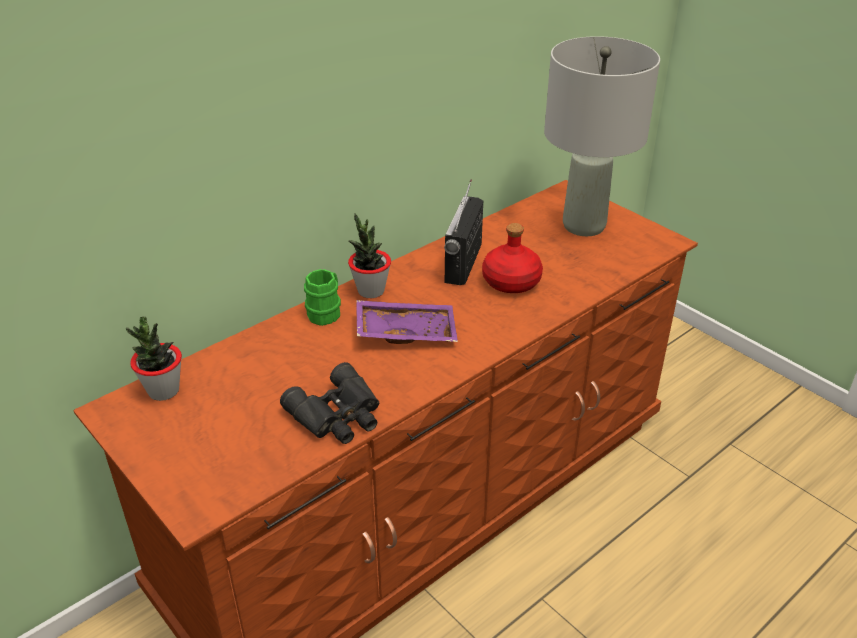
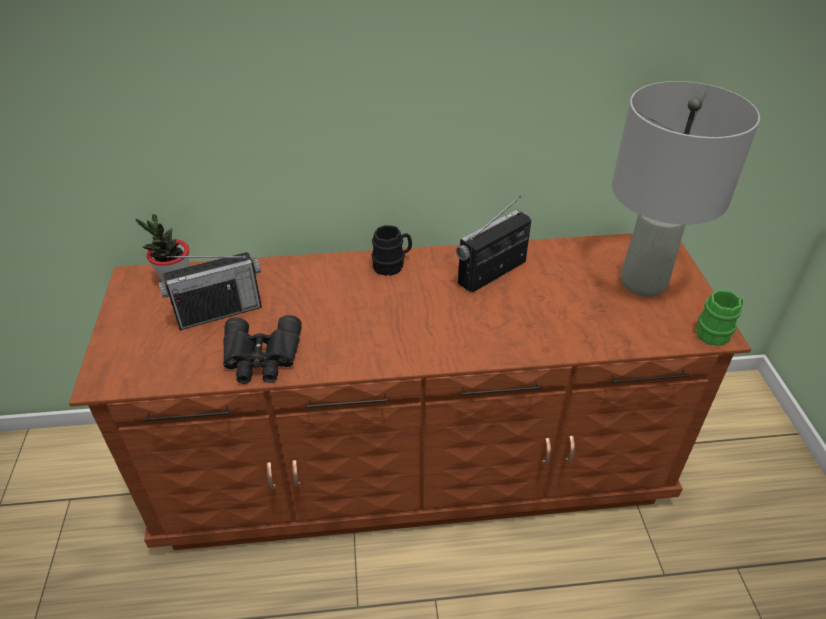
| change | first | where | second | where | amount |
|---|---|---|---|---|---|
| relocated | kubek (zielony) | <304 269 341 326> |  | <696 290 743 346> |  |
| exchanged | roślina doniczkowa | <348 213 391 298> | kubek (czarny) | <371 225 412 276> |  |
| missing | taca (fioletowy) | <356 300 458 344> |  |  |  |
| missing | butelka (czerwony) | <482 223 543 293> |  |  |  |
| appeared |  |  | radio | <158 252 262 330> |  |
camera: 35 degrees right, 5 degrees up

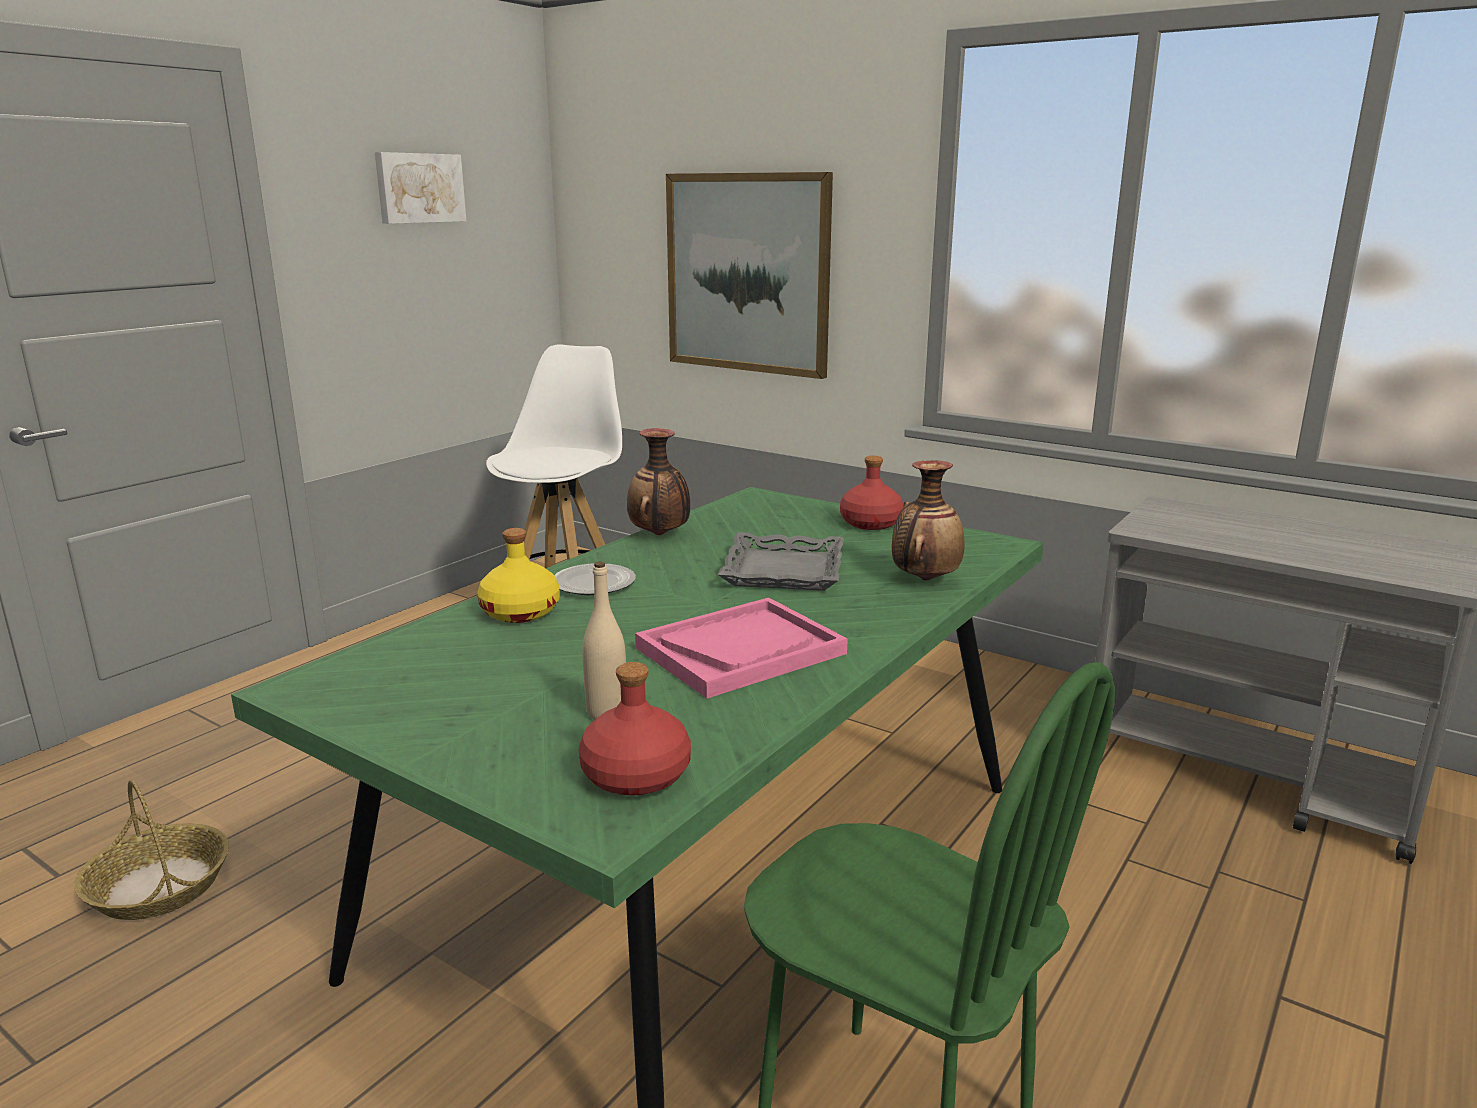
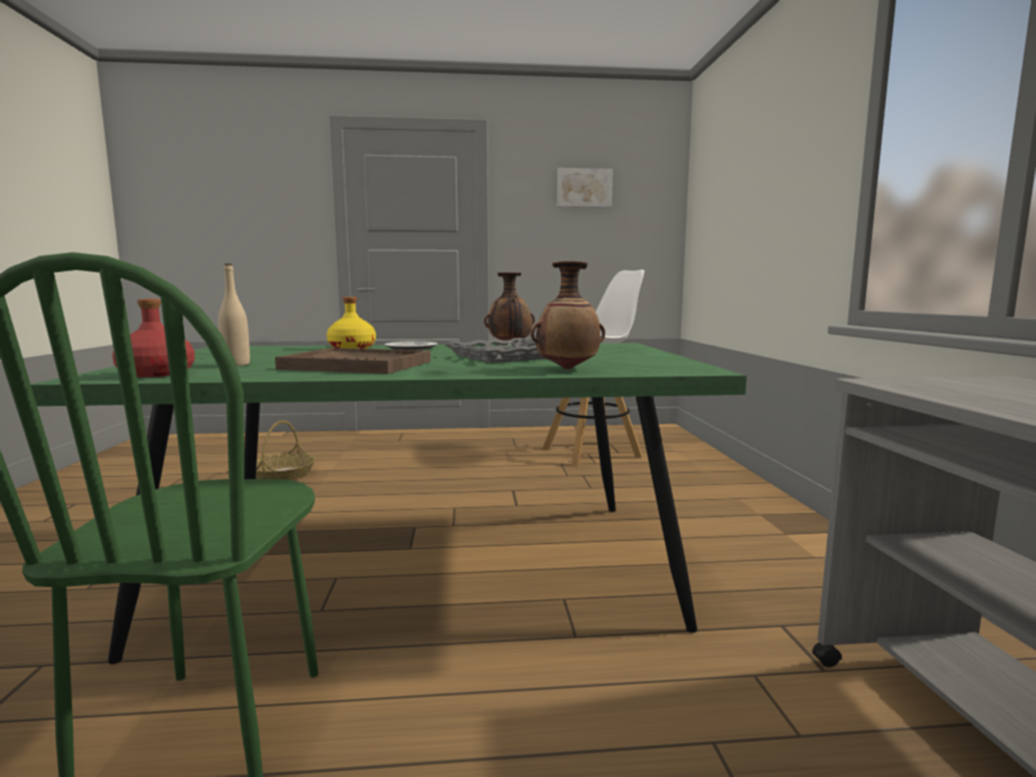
| change | first | where | second | where | amount |
|---|---|---|---|---|---|
| colour | taca (różowy) | <635 598 848 698> | taca (brązowy) | <275 348 431 374> |  |
| missing | obraz | <666 172 833 379> |  |  |  |
| missing | butelka (czerwony) | <840 456 904 530> |  |  |  |
camera: 50 degrees right, 10 degrees down

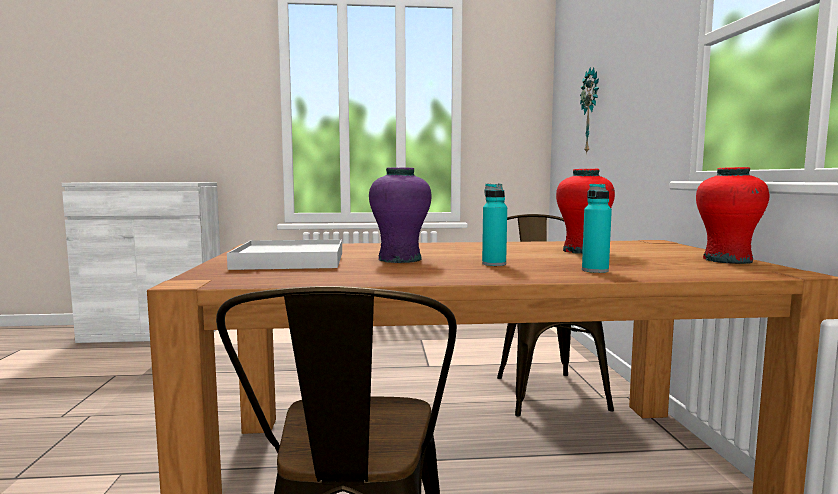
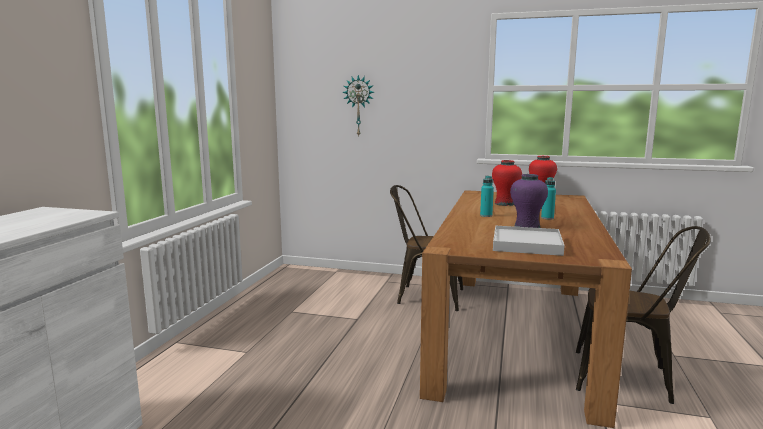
| change | first | where | second | where | amount |
|---|---|---|---|---|---|
| relocated | butelka (turkusowy) | <582 184 612 273> |  | <480 176 494 217> |  |
camera: 70 degrees left, 5 degrees up

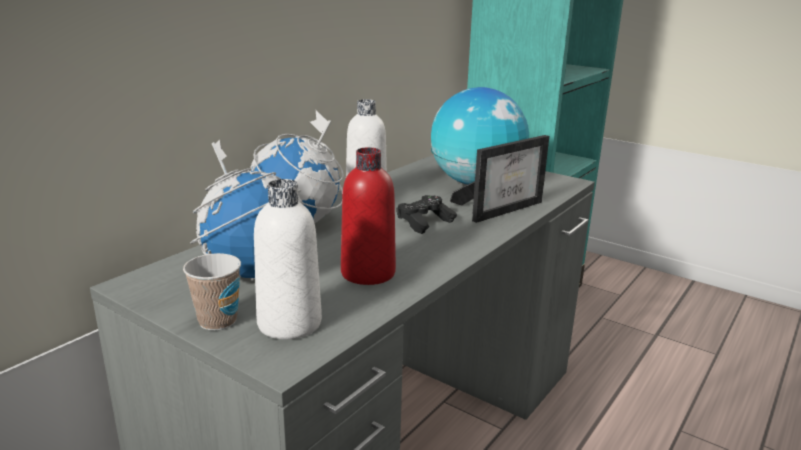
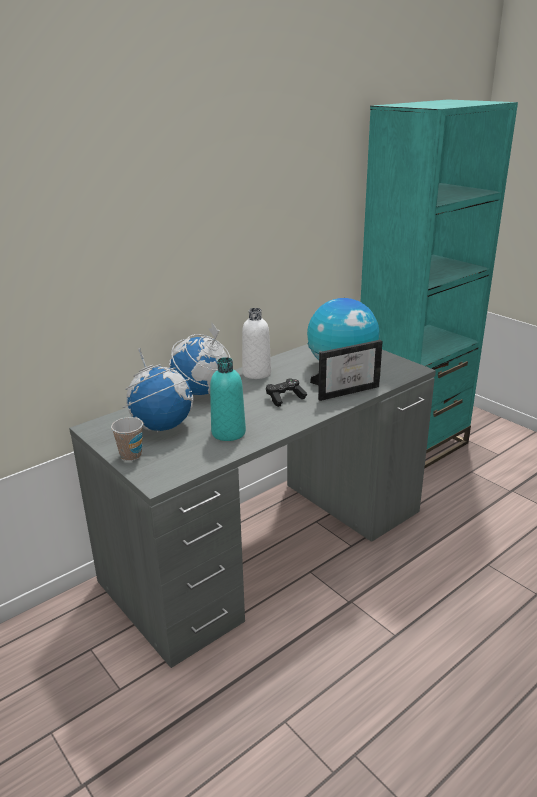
| change | first | where | second | where | amount |
|---|---|---|---|---|---|
| missing | butelka (biały) | <254 179 322 339> |  |  |  |
| colour | butelka (czerwony) | <341 147 396 285> | butelka (turkusowy) | <210 357 246 441> |  |
camera: 15 degrees right, 5 degrees up

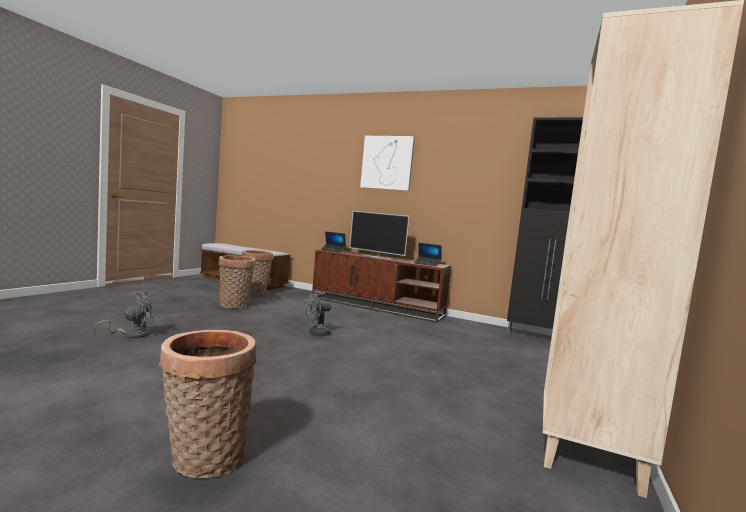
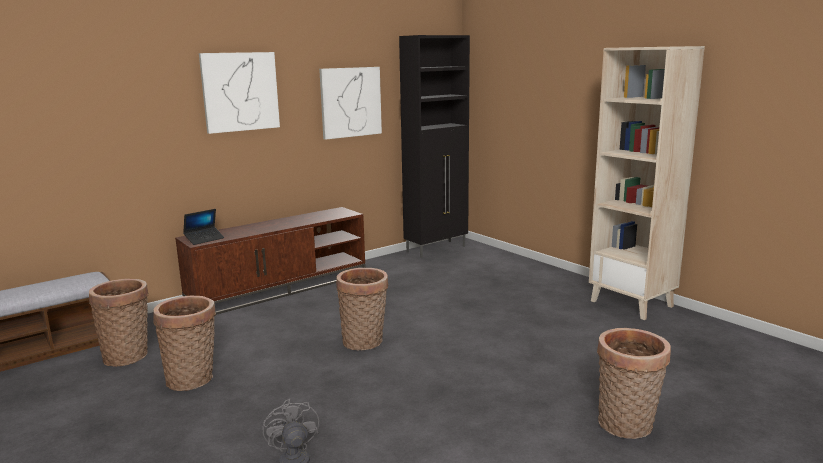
| change | first | where | second | where | amount |
|---|---|---|---|---|---|
| exchanged | wentylator (szary) | <304 294 331 336> | koszyk | <336 268 388 350> |  |
| missing | telewizor | <350 211 409 259> |  |  |  |
| missing | laptop | <414 243 442 267> |  |  |  |
| appeared |  |  | obraz | <319 67 382 140> |  |
camera: 60 degrees left, 10 degrees up

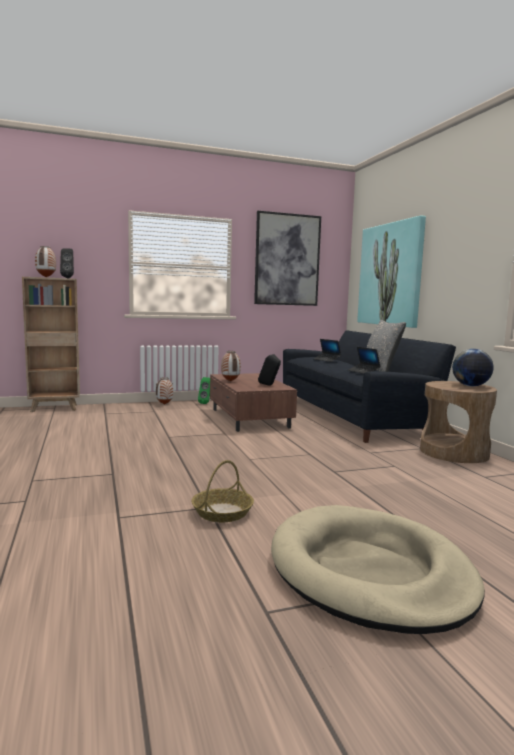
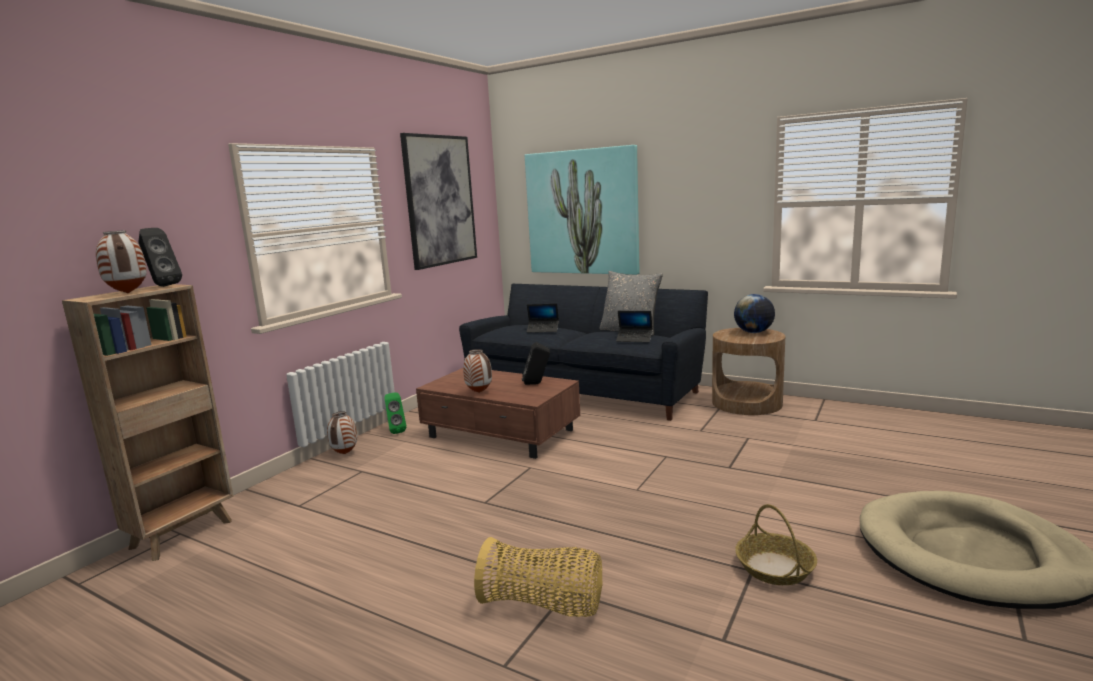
| change | first | where | second | where | amount |
|---|---|---|---|---|---|
| appeared |  |  | koszyk | <474 537 602 617> |  |
camera: 40 degrees left, 5 degrees up

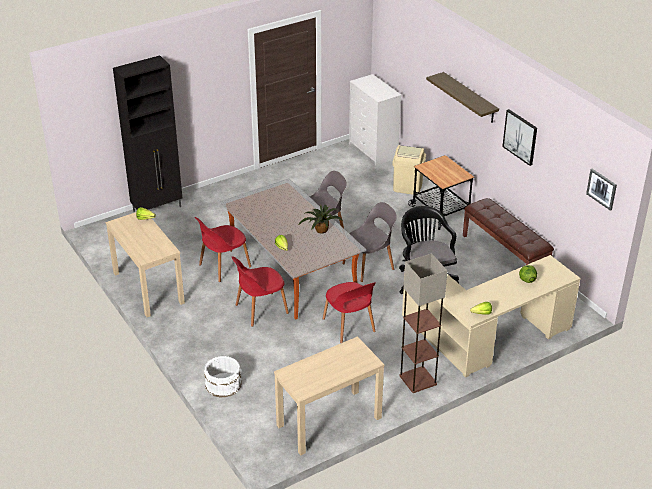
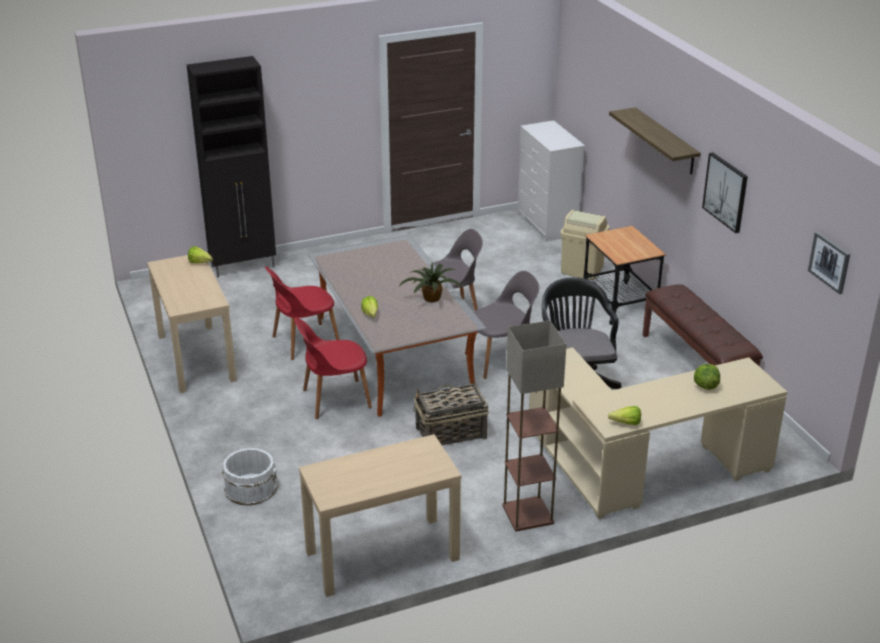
| change | first | where | second | where | amount |
|---|---|---|---|---|---|
| exchanged | krzesło (czerwony) | <323 282 376 343> | koszyk | <414 380 489 445> |  |
camera: 10 degrees right, 5 degrees down

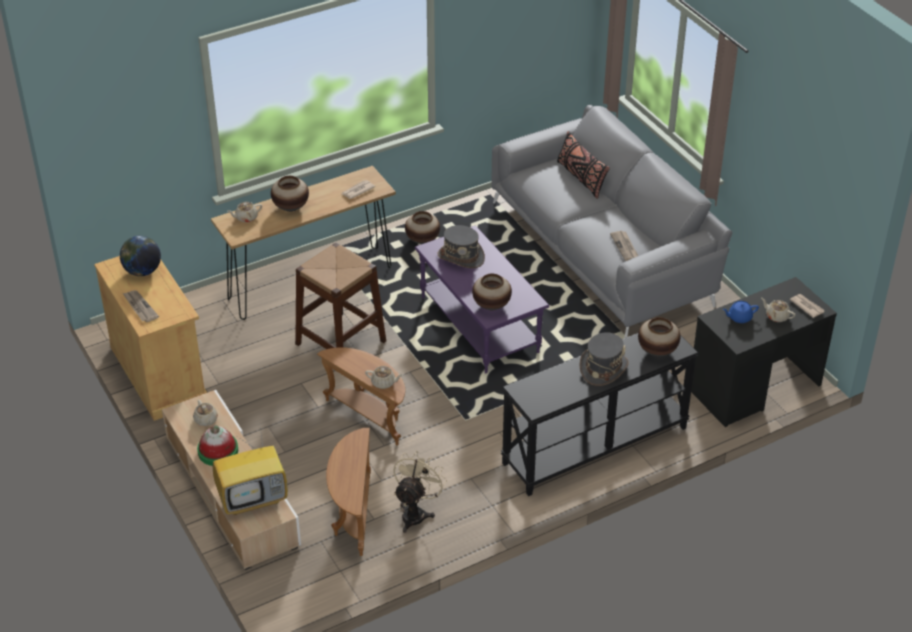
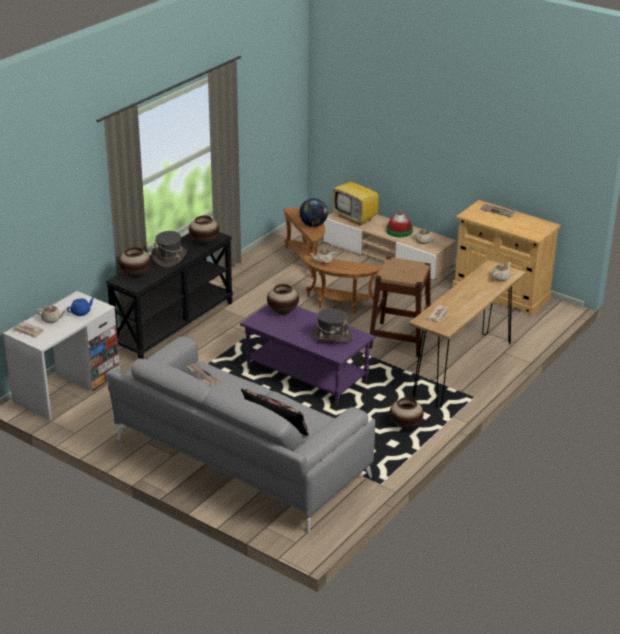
| change | first | where | second | where | amount |
|---|---|---|---|---|---|
| relocated | globus | <120 236 161 276> |  | <299 198 328 227> |  |
| spun | telewizor | <213 428 288 515> |  | <333 177 379 226> | 90 degrees counterclockwise |
| relocated | wazon | <271 176 309 212> |  | <189 216 219 245> |  |
| missing | wentylator (beżowy) | <393 451 447 533> |  |  |  |
| colour | biurko (czarny) | <691 277 837 427> | biurko (biały) | <3 291 120 421> |  |
camera: 155 degrees right, 10 degrees down

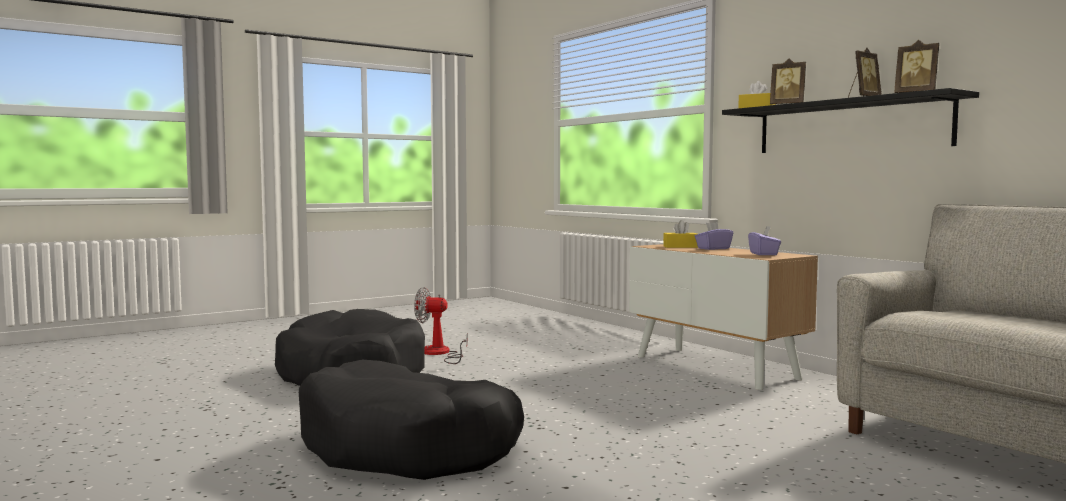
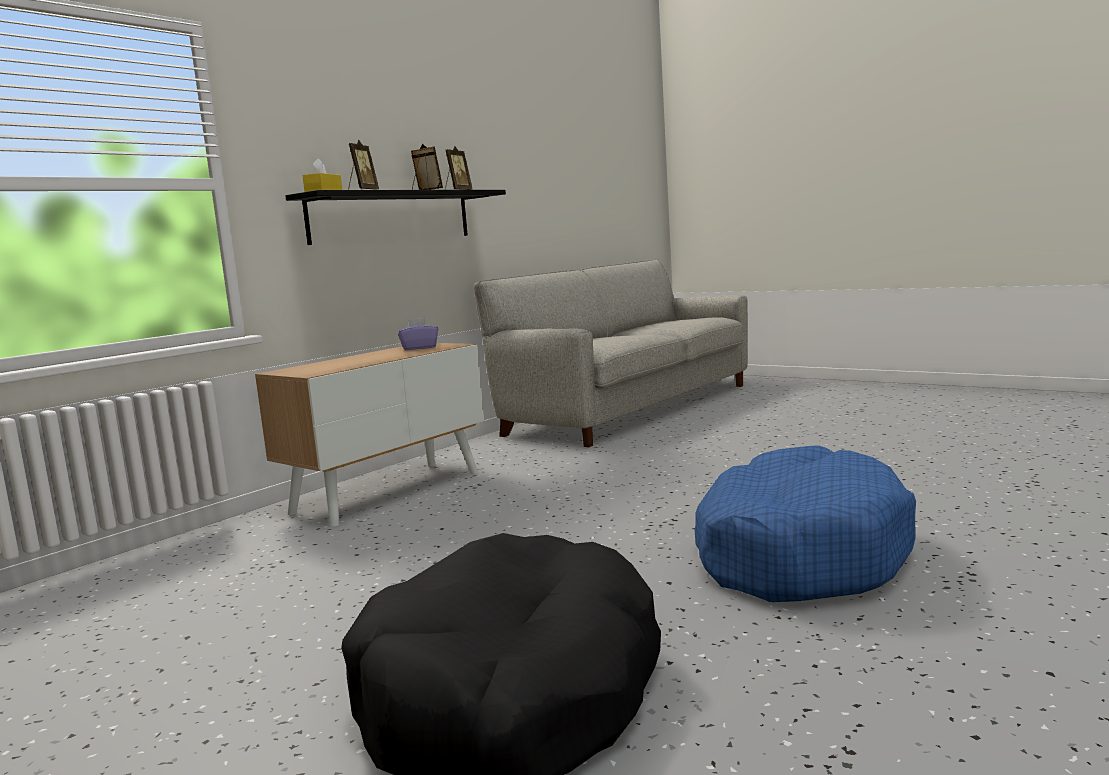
| change | first | where | second | where | amount |
|---|---|---|---|---|---|
| colour | legowisko (czarny) | <299 360 524 480> | legowisko (niebieski) | <694 445 916 602> |  |
| missing | wentylator | <414 287 468 364> |  |  |  |
| missing | pudełko chusteczek (żółty) | <663 220 698 248> |  |  |  |
| missing | pudełko chusteczek (fioletowy) | <695 222 733 250> |  |  |  |
camera: 105 degrees left, 5 degrees up

